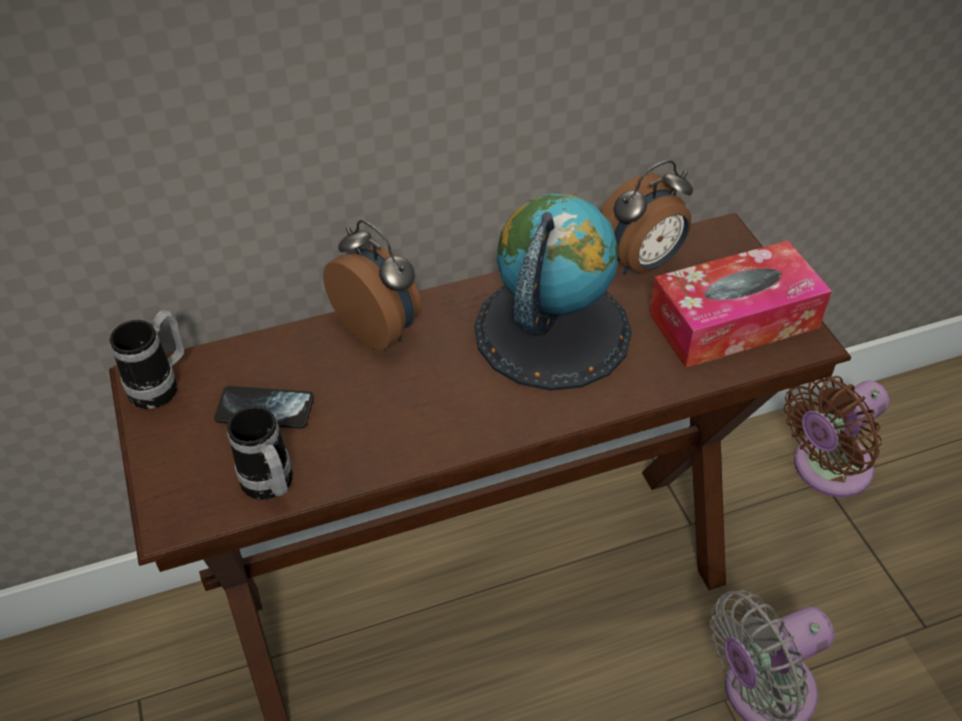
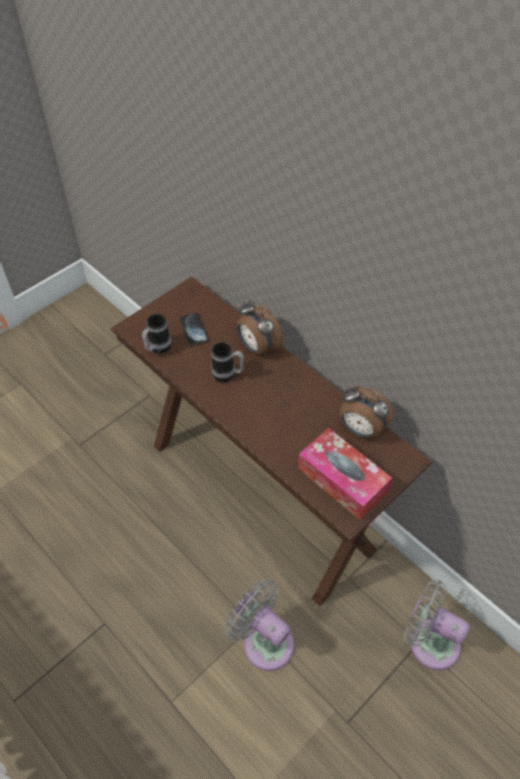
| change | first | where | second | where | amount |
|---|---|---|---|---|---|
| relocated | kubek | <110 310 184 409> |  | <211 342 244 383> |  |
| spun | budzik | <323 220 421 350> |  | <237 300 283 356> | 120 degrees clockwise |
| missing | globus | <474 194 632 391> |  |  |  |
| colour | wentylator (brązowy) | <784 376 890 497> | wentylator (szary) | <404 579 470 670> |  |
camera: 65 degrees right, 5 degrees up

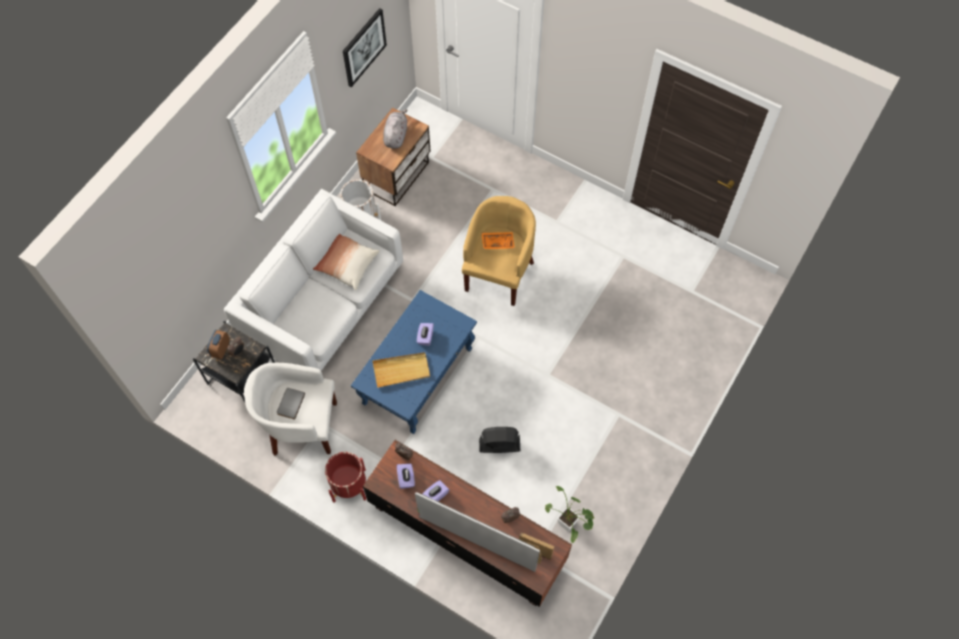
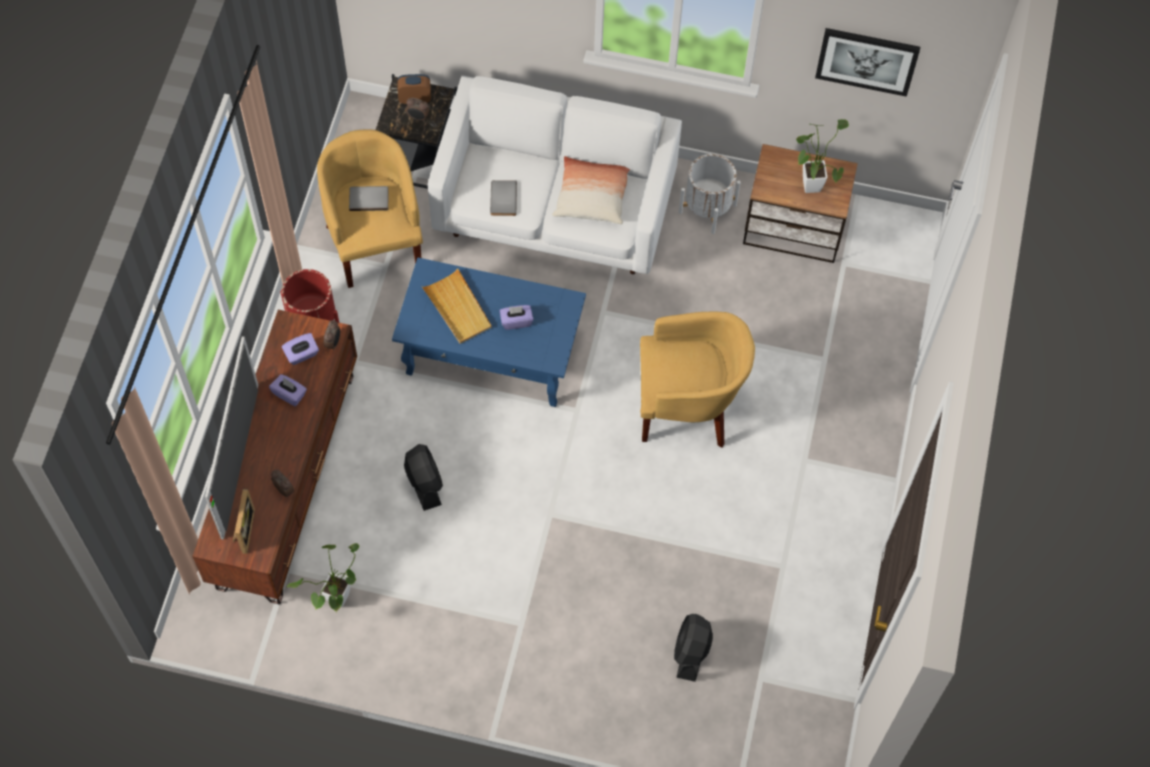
| change | first | where | second | where | amount |
|---|---|---|---|---|---|
| colour | fotel (biały) | <244 363 337 456> | fotel (żółty) | <317 130 423 288> |  |
| exchanged | pluszak (szary) | <383 109 408 149> | roślina doniczkowa | <796 119 849 193> |  |
| missing | taca (pomarańczowy) | <482 232 515 249> |  |  |  |
| appeared |  |  | książka (szary) | <490 180 517 216> |  |
| appeared |  |  | wentylator (czarny) | <674 614 713 682> |  |
camera: 70 degrees right, 0 degrees up

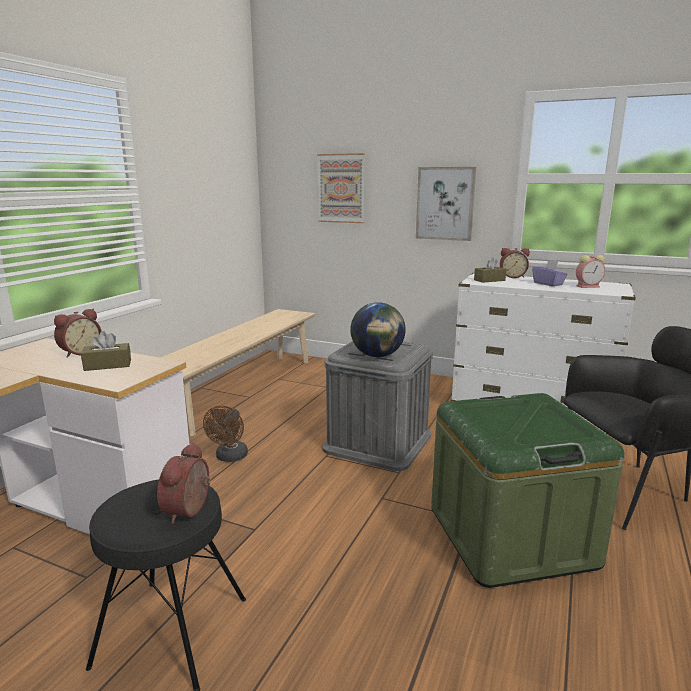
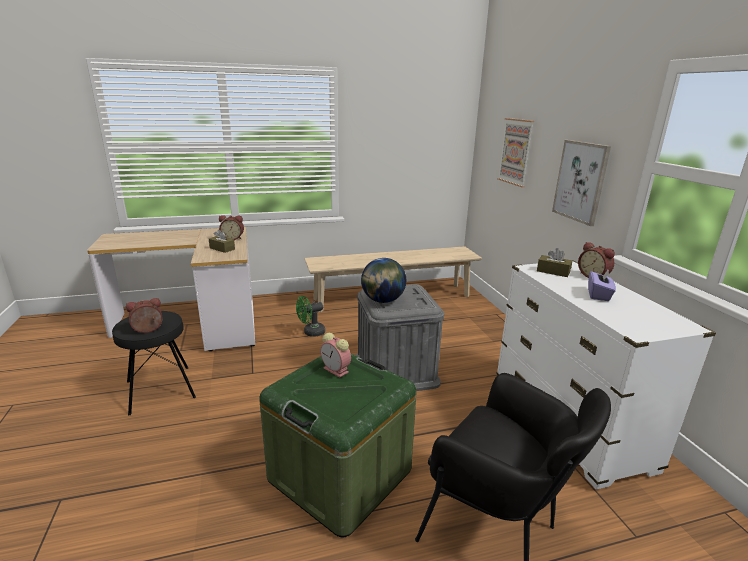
| change | first | where | second | where | amount |
|---|---|---|---|---|---|
| colour | wentylator (brązowy) | <203 406 248 462> | wentylator (zielony) | <296 296 325 337> |  |
| relocated | budzik | <576 255 605 288> |  | <320 333 351 378> |  |
camera: 50 degrees right, 5 degrees up

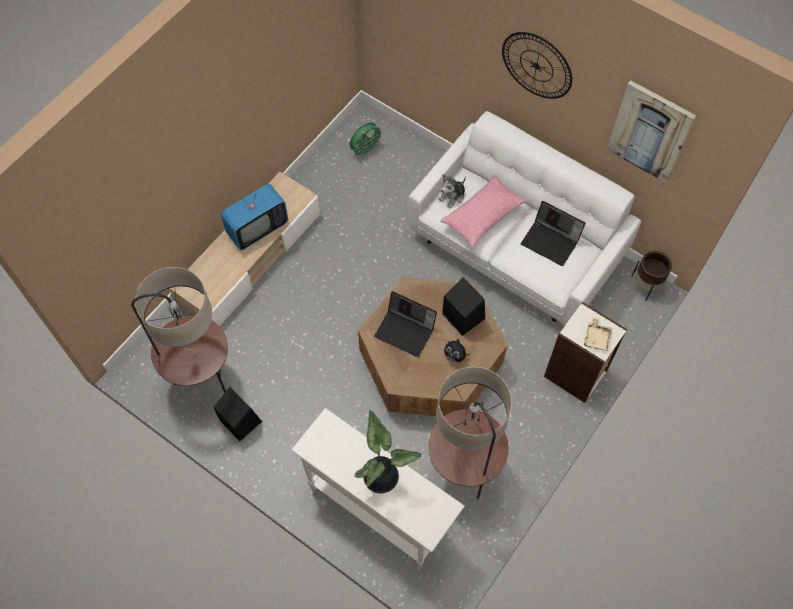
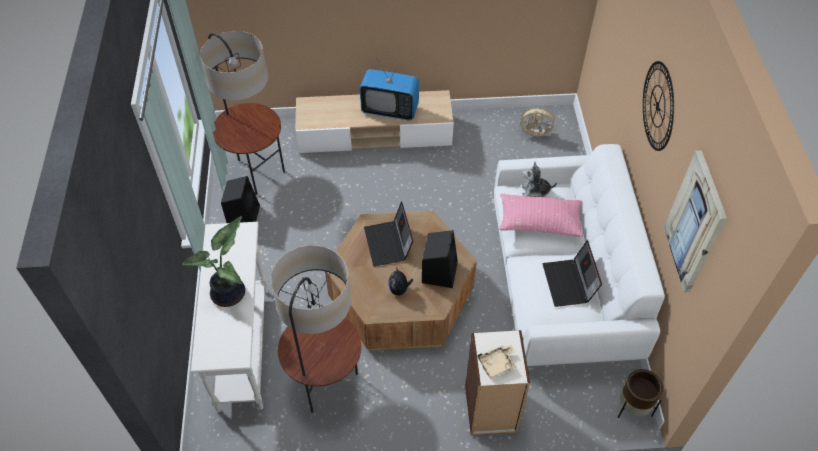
| change | first | where | second | where | amount |
|---|---|---|---|---|---|
| colour | wentylator (zielony) | <349 123 384 158> | wentylator (beżowy) | <518 107 557 137> |  |
camera: 50 degrees right, 10 degrees down

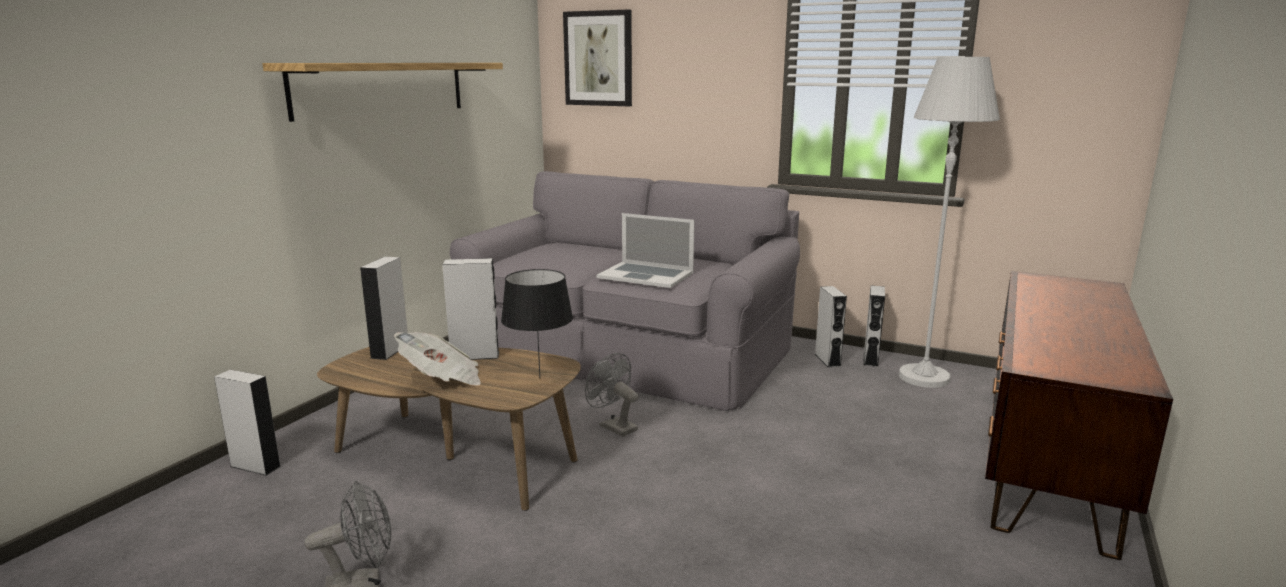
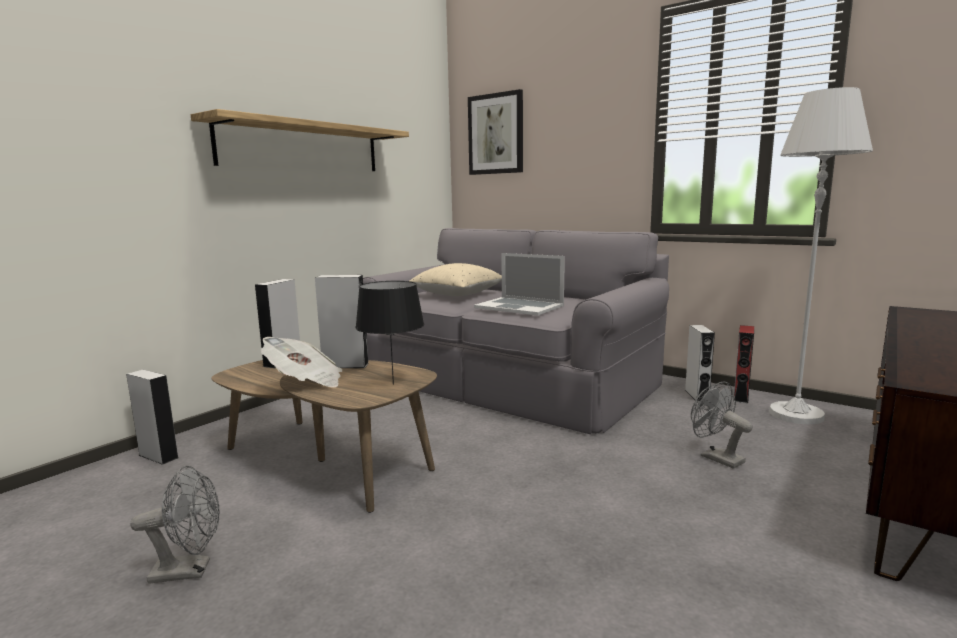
| change | first | where | second | where | amount |
|---|---|---|---|---|---|
| relocated | wentylator (szary) | <585 353 638 437> |  | <691 381 753 469> |  |
| colour | głośnik (szary) | <863 285 885 367> | głośnik (czerwony) | <734 325 754 403> |  |
| appeared |  |  | poduszka (beżowy) | <410 263 502 296> |  |
camera: 10 degrees right, 5 degrees down

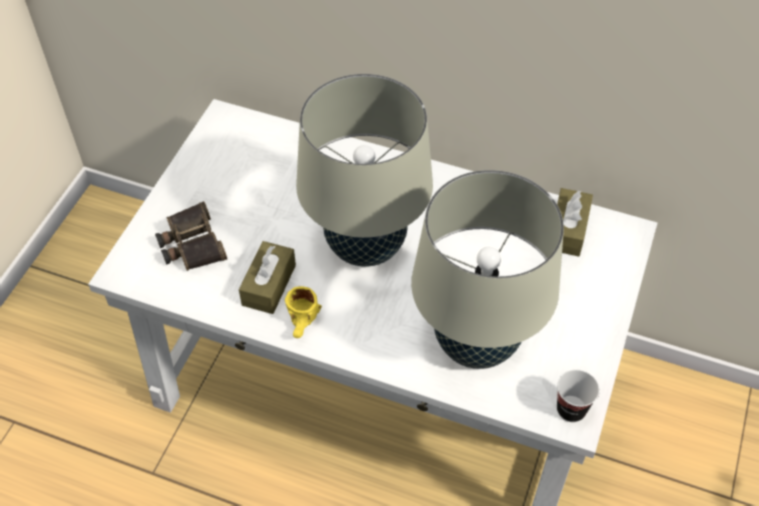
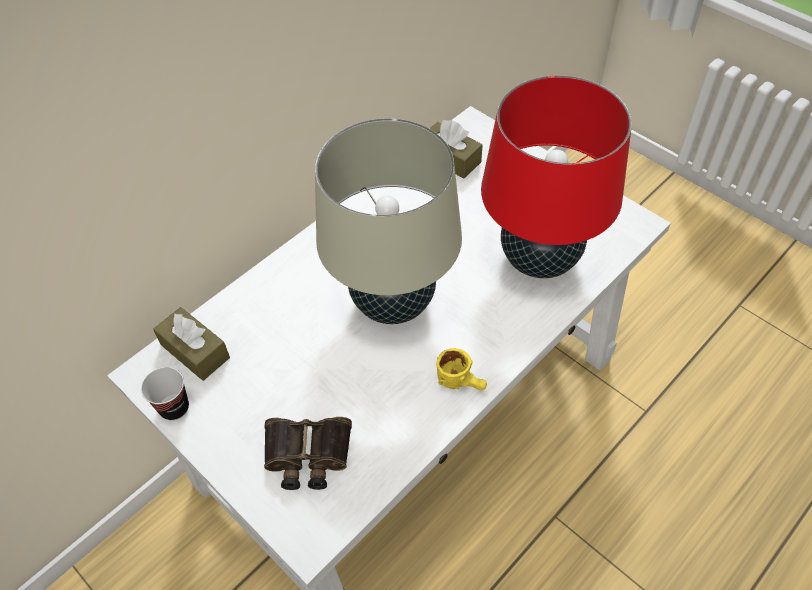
| change | first | where | second | where | amount |
|---|---|---|---|---|---|
| relocated | pudełko chusteczek (brązowy) | <239 241 296 314> |  | <153 307 230 381> |  |
| colour | lampa stołowa (beżowy) | <411 170 564 369> | lampa stołowa (czerwony) | <481 75 632 278> |  |
| relocated | filiżanka | <557 370 599 422> |  | <141 367 189 421> |  |
camera: 65 degrees left, 0 degrees up

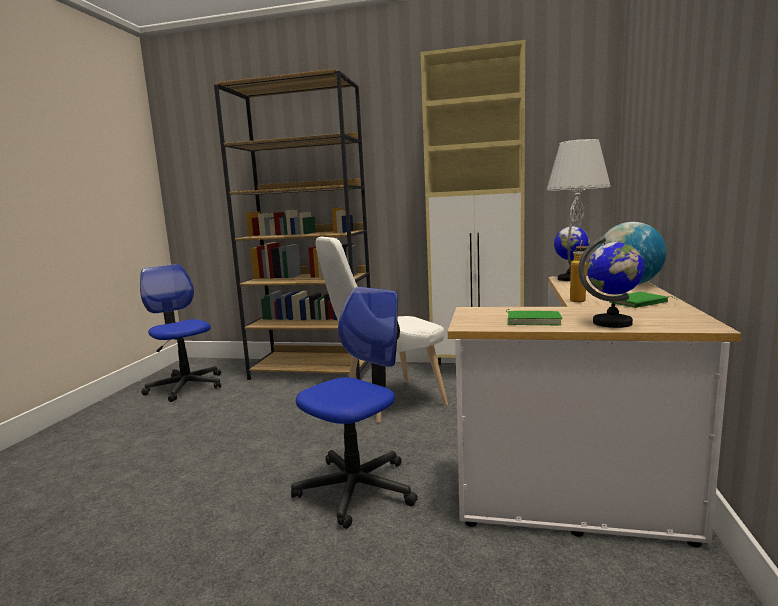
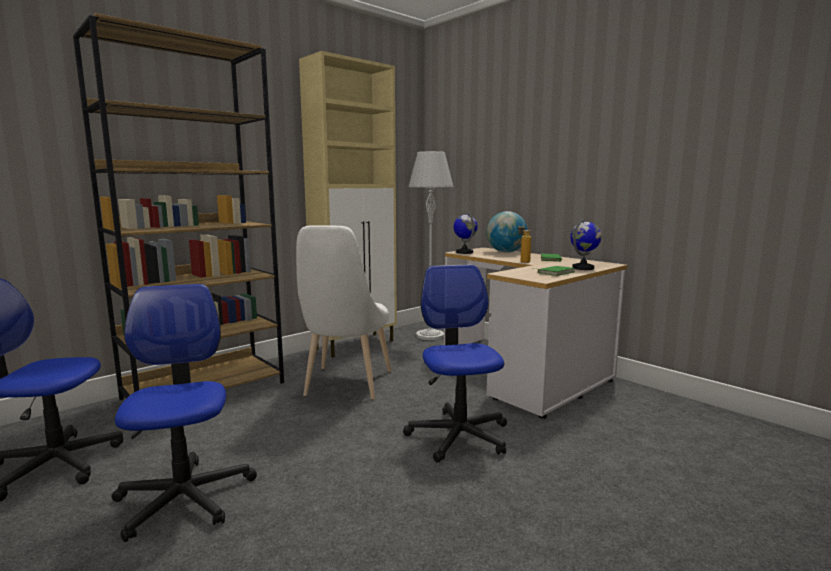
| change | first | where | second | where | amount |
|---|---|---|---|---|---|
| appeared |  |  | krzesło biurowe | <112 284 257 542> |  |
camera: 55 degrees left, 0 degrees up

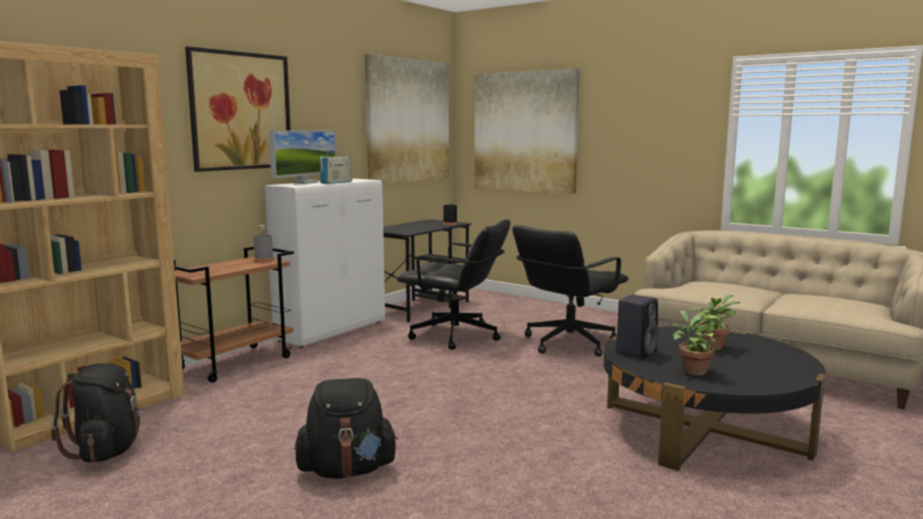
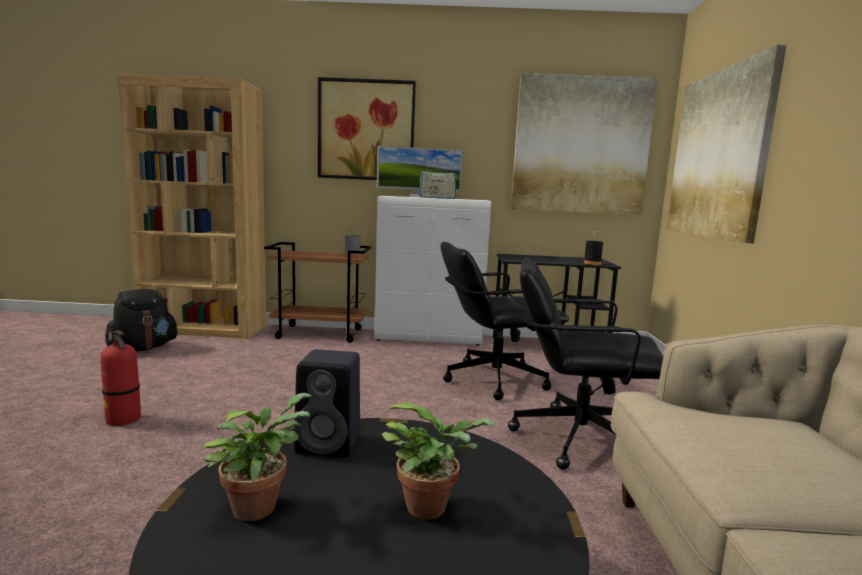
| change | first | where | second | where | amount |
|---|---|---|---|---|---|
| exchanged | plecak (czarny) | <295 378 398 479> | gaśnica | <100 330 141 426> |  |
| spun | krzesło biurowe (czarny) | <397 219 511 350> |  | <440 242 569 400> | 90 degrees clockwise |
camera: 55 degrees right, 0 degrees up

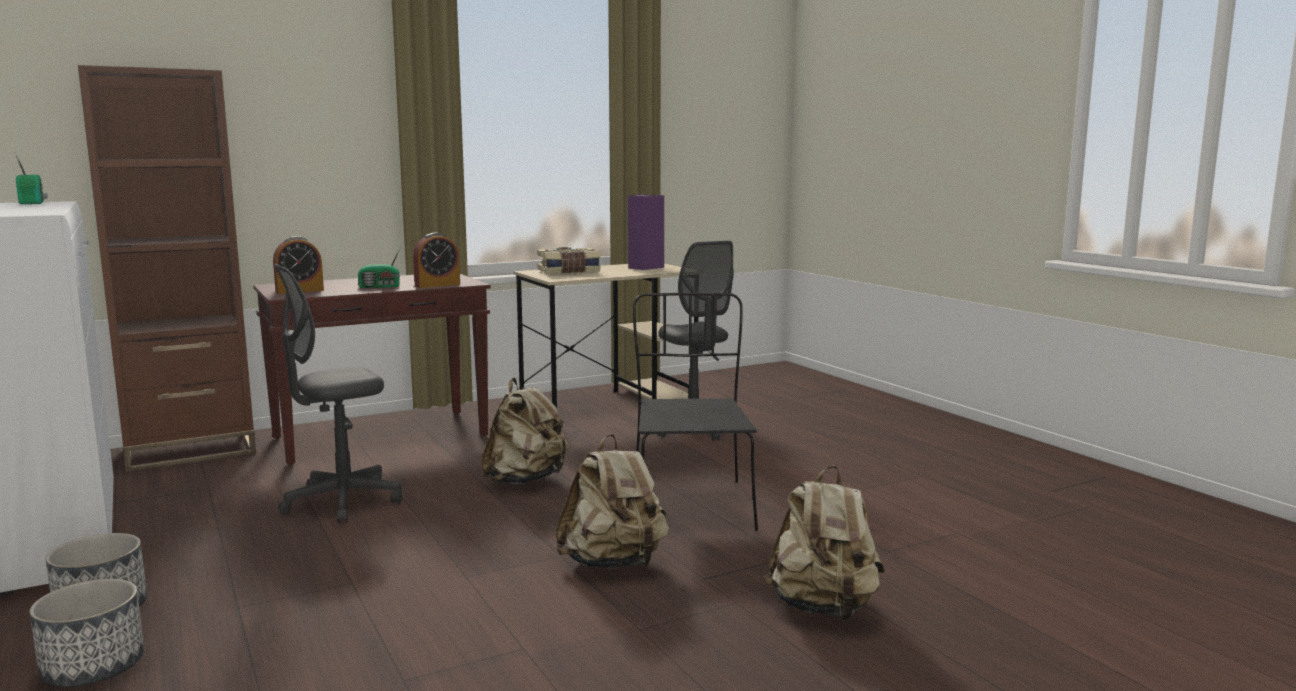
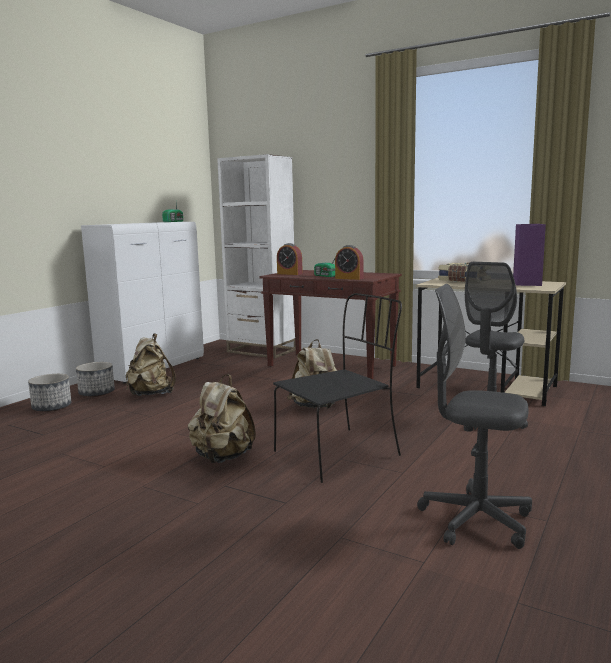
| change | first | where | second | where | amount |
|---|---|---|---|---|---|
| colour | regał (brązowy) | <78 65 256 472> | regał (biały) | <217 154 296 359> |  |
| relocated | krzesło biurowe (szary) | <274 264 402 523> |  | <417 284 532 549> |  |
| relocated | plecak (beżowy) | <763 465 885 621> |  | <126 333 176 396> |  |
camera: 60 degrees right, 0 degrees up

